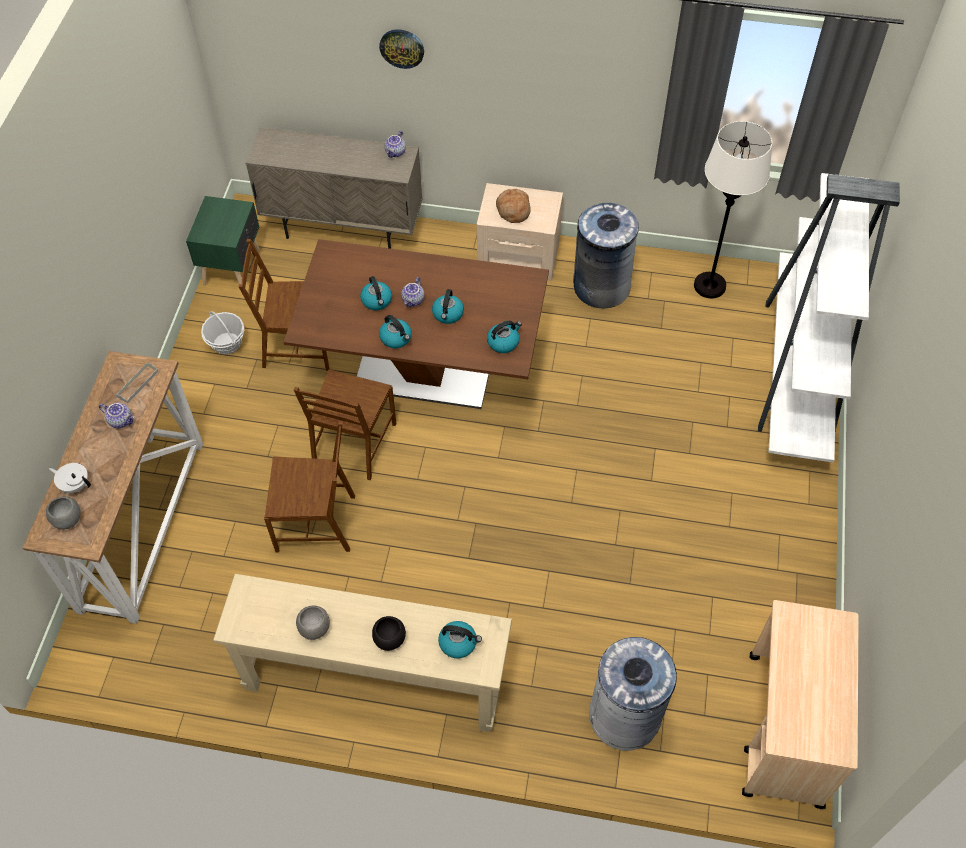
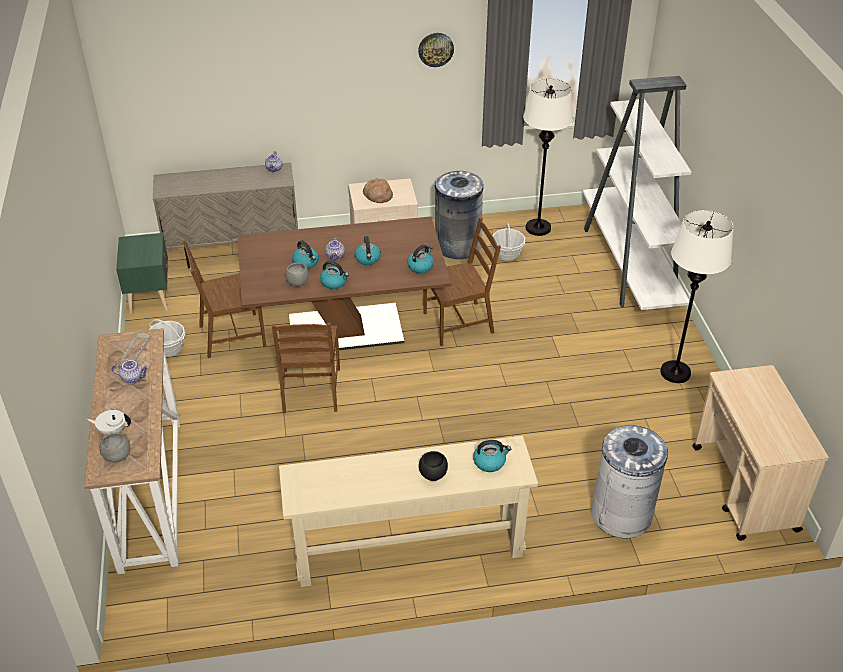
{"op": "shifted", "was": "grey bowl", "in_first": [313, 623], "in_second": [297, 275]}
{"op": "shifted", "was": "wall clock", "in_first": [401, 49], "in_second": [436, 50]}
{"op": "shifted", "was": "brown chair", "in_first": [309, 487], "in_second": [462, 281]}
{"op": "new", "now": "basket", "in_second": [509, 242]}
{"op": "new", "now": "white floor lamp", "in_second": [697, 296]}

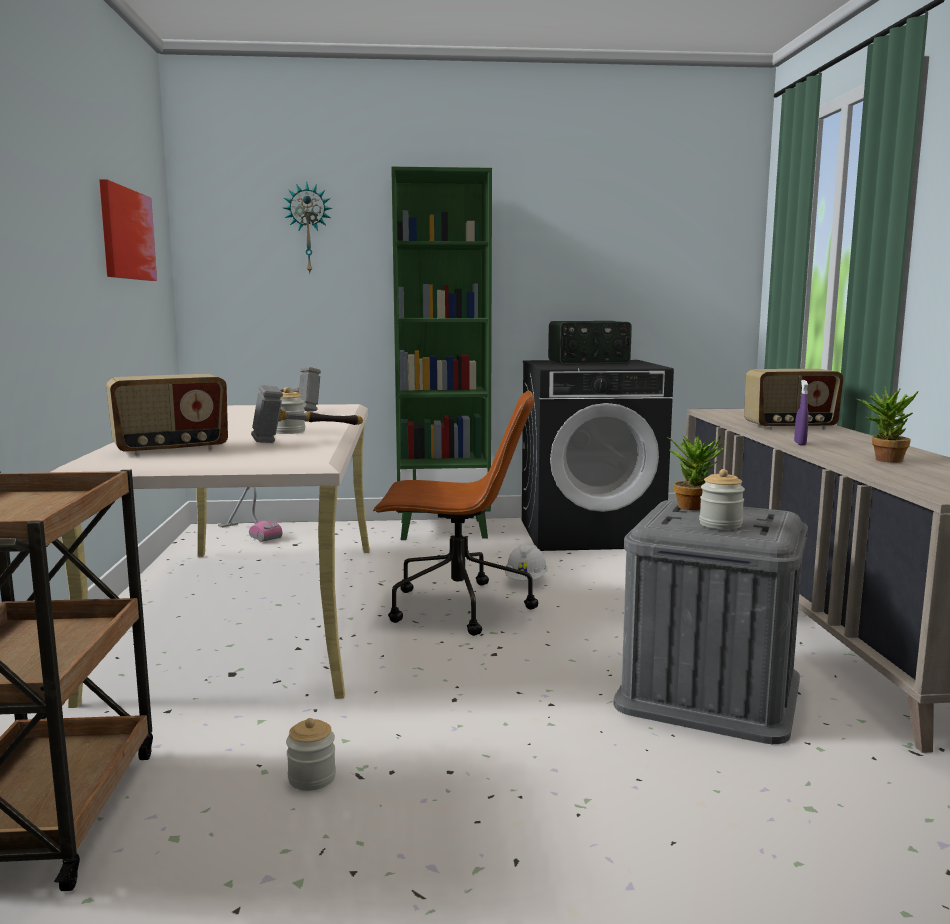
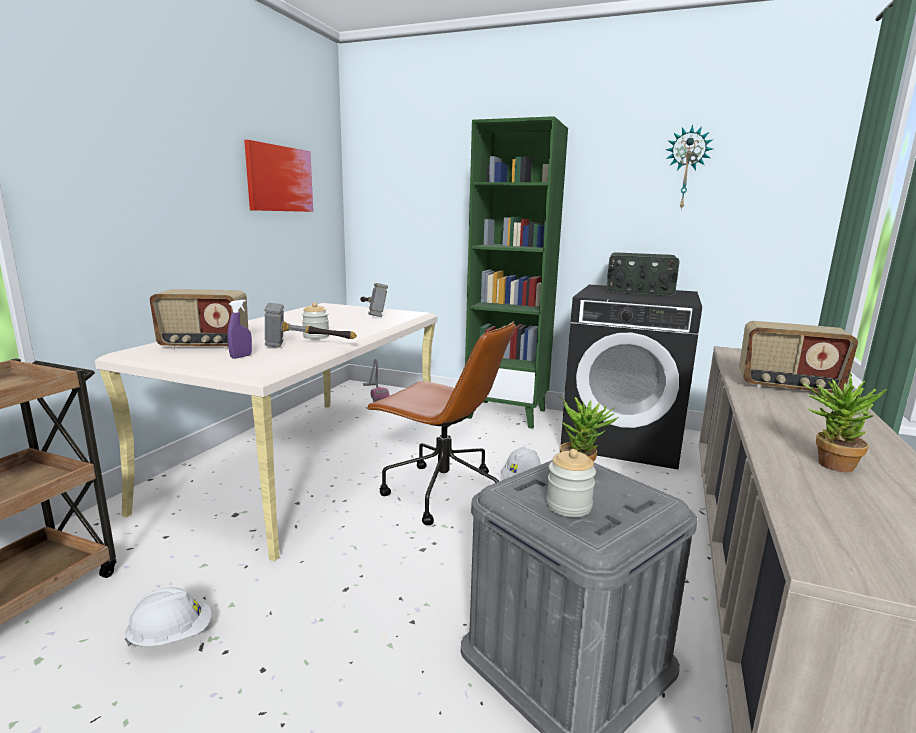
{"op": "swapped", "was": "jar", "now": "white hard hat", "in_first": [311, 754], "in_second": [168, 617]}
{"op": "shifted", "was": "purple spray bottle", "in_first": [801, 413], "in_second": [239, 329]}
{"op": "shifted", "was": "wall clock", "in_first": [308, 227], "in_second": [689, 167]}

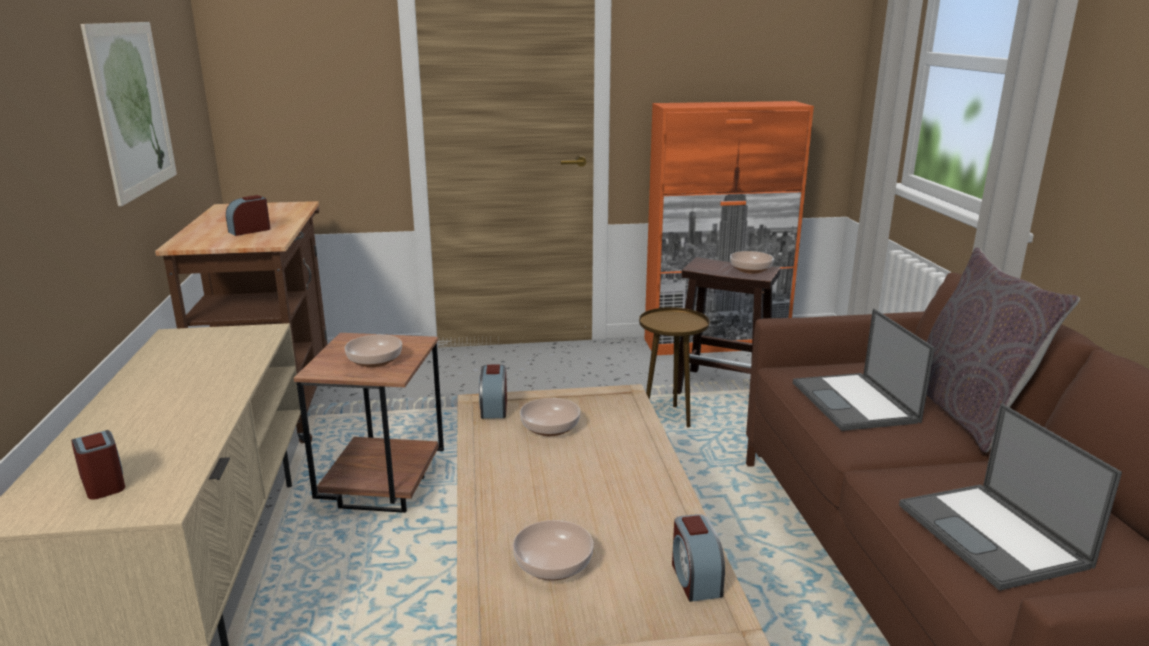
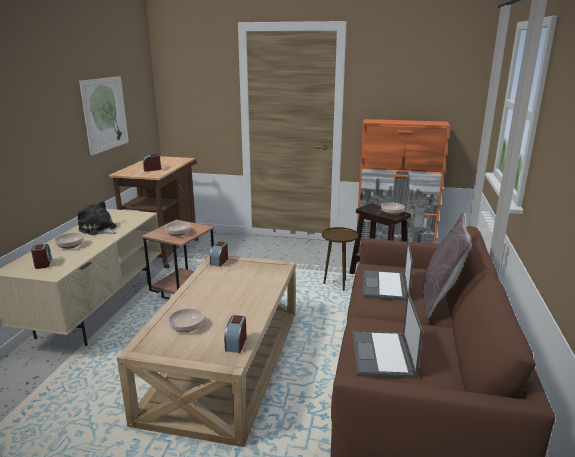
{"op": "shifted", "was": "bowl", "in_first": [550, 417], "in_second": [69, 241]}
{"op": "new", "now": "plush toy", "in_second": [97, 218]}

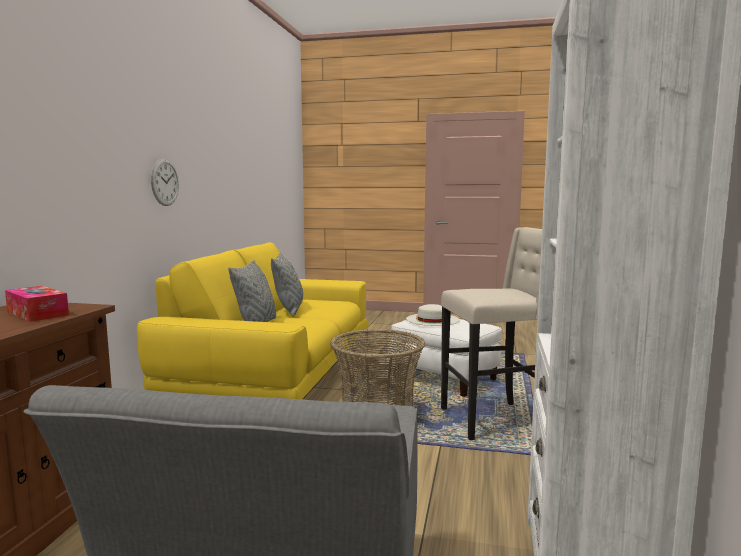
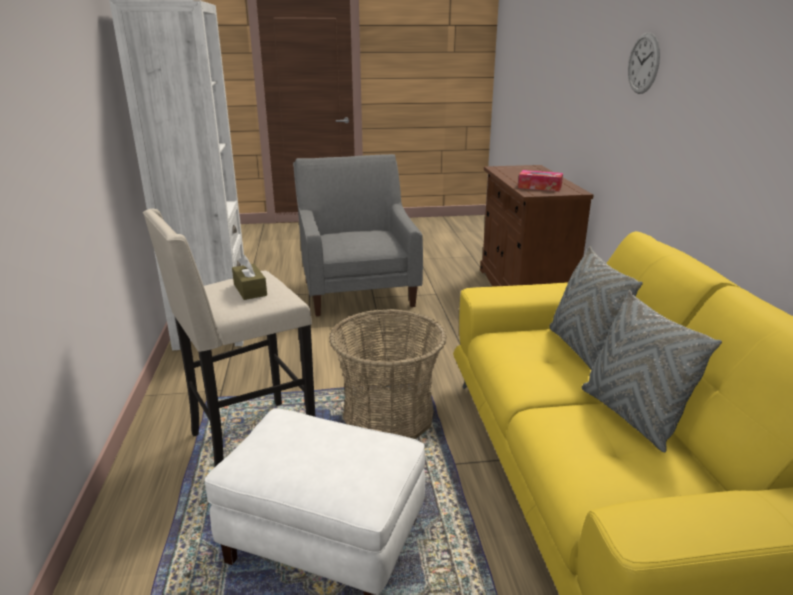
{"op": "new", "now": "brown tissue box", "in_second": [249, 277]}
{"op": "shifted", "was": "wall clock", "in_first": [165, 182], "in_second": [644, 63]}
{"op": "gone", "was": "white hat", "in_first": [433, 315]}

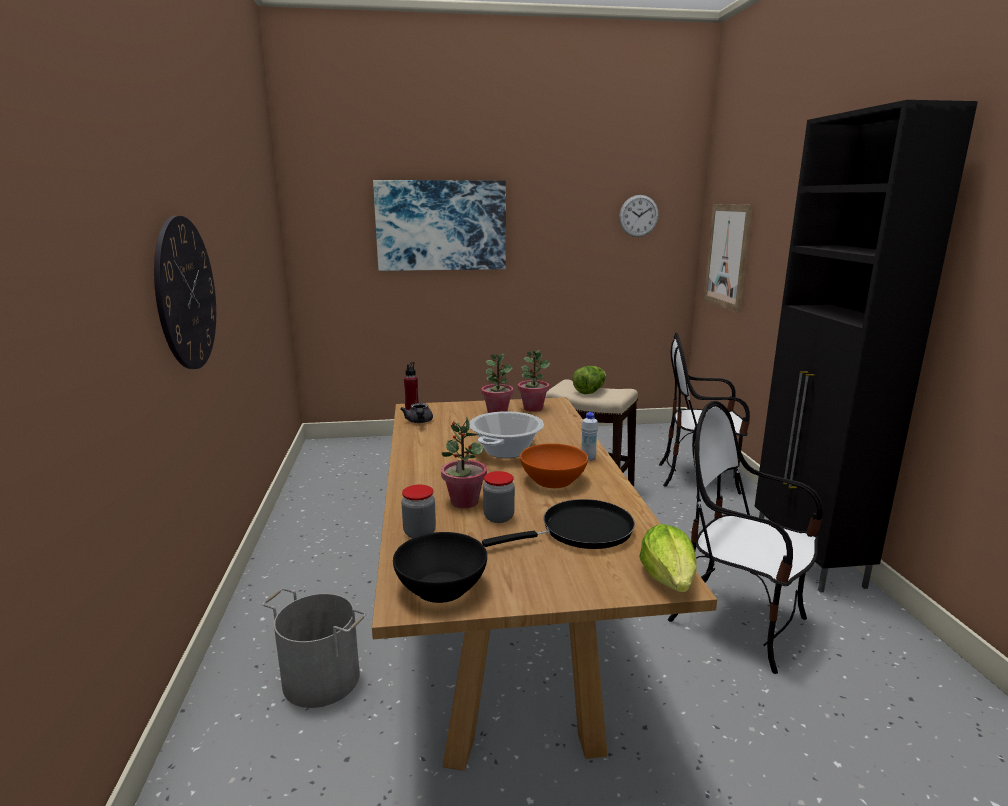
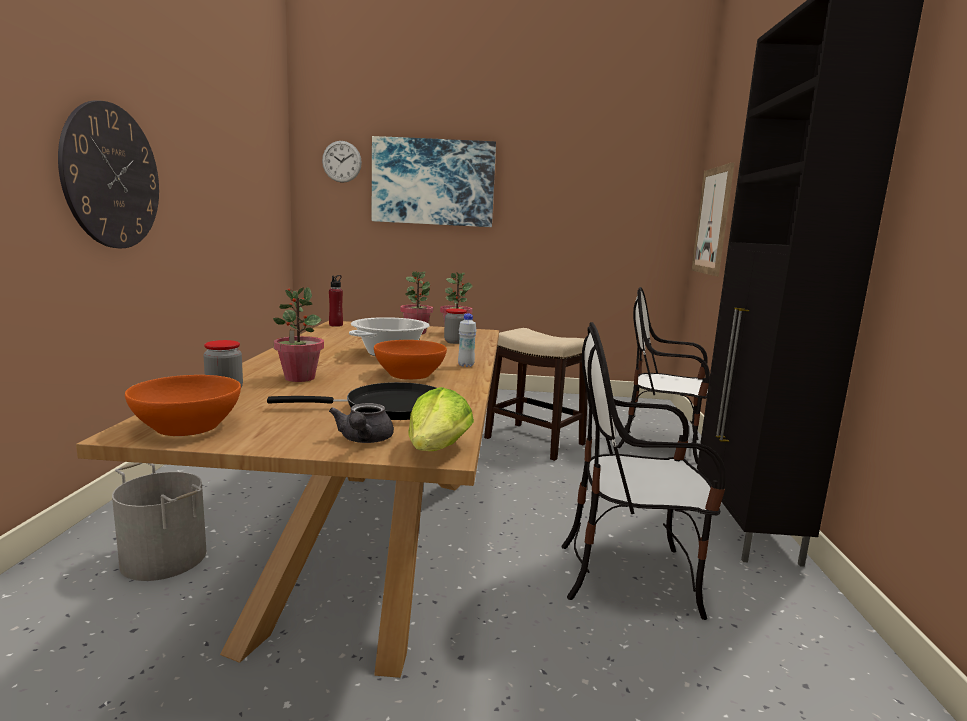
{"op": "repainted", "was": "black bowl", "now": "orange bowl", "in_first": [440, 567], "in_second": [183, 405]}
{"op": "shifted", "was": "wall clock", "in_first": [639, 216], "in_second": [342, 162]}
{"op": "shifted", "was": "grey teapot", "in_first": [416, 413], "in_second": [361, 423]}
{"op": "shifted", "was": "jar", "in_first": [499, 497], "in_second": [455, 326]}
{"op": "rotated", "was": "chair", "in_first": [745, 537], "in_second": [643, 471], "clockwise": -45}
{"op": "gone", "was": "lettuce", "in_first": [589, 380]}

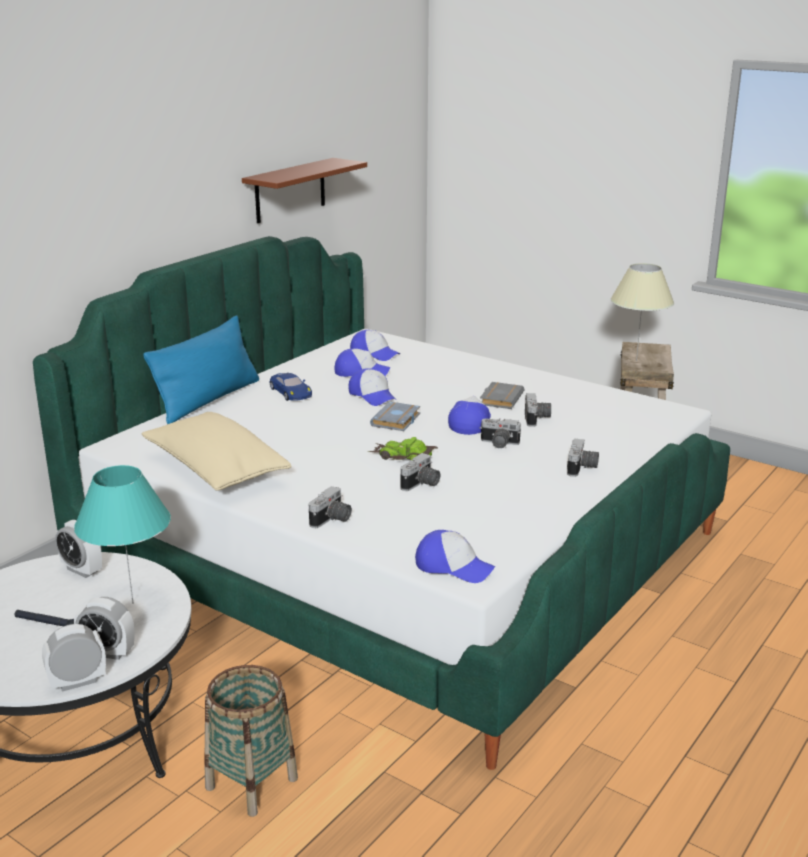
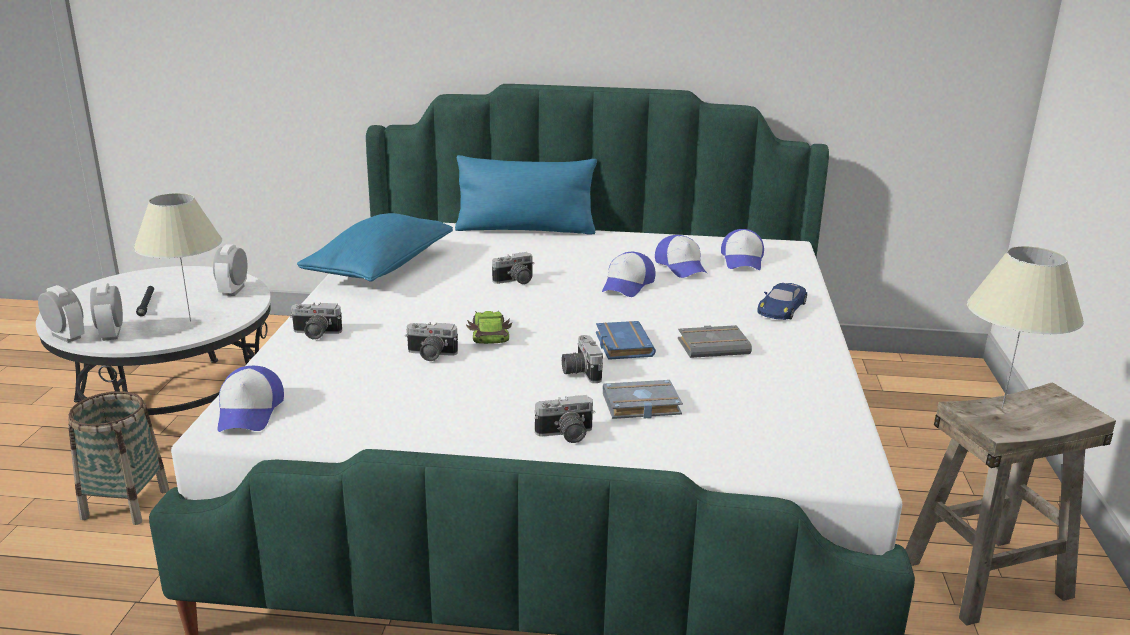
{"op": "repainted", "was": "turquoise table lamp", "now": "beige table lamp", "in_first": [122, 534], "in_second": [177, 257]}
{"op": "repainted", "was": "beige pillow", "now": "blue pillow", "in_first": [217, 451], "in_second": [375, 247]}
{"op": "shifted", "was": "photo camera", "in_first": [538, 410], "in_second": [513, 268]}
{"op": "swapped", "was": "cap", "now": "blue book", "in_first": [469, 415], "in_second": [626, 340]}
{"op": "shifted", "was": "grey book", "in_first": [395, 416], "in_second": [643, 399]}
{"op": "shifted", "was": "blue toy car", "in_first": [290, 387], "in_second": [782, 301]}
{"op": "gone", "was": "brown shelf", "in_first": [304, 190]}

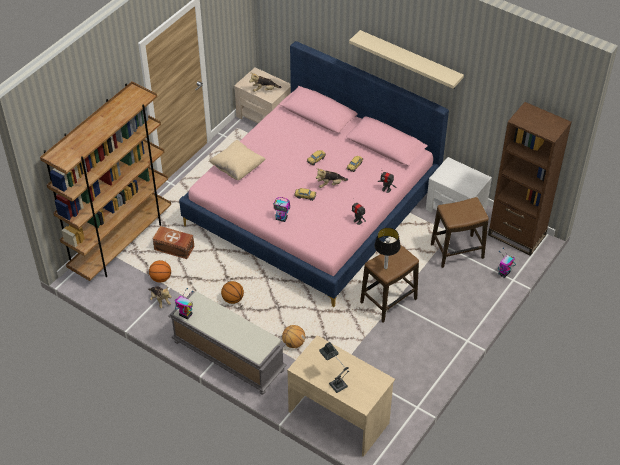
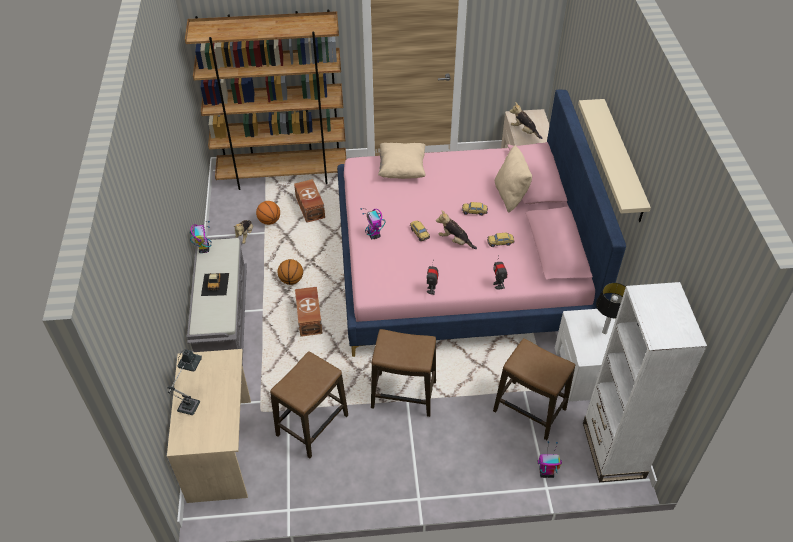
{"op": "new", "now": "toy car", "in_second": [215, 284]}
{"op": "new", "now": "stool", "in_second": [309, 405]}
{"op": "new", "now": "brown storage box", "in_second": [309, 312]}
{"op": "new", "now": "beige pillow", "in_second": [513, 179]}
{"op": "repainted", "was": "brown bookcase", "now": "white bookcase", "in_first": [530, 179], "in_second": [645, 382]}
{"op": "shifted", "was": "table lamp", "in_first": [387, 248], "in_second": [611, 308]}
{"op": "gone", "was": "basketball", "in_first": [293, 336]}

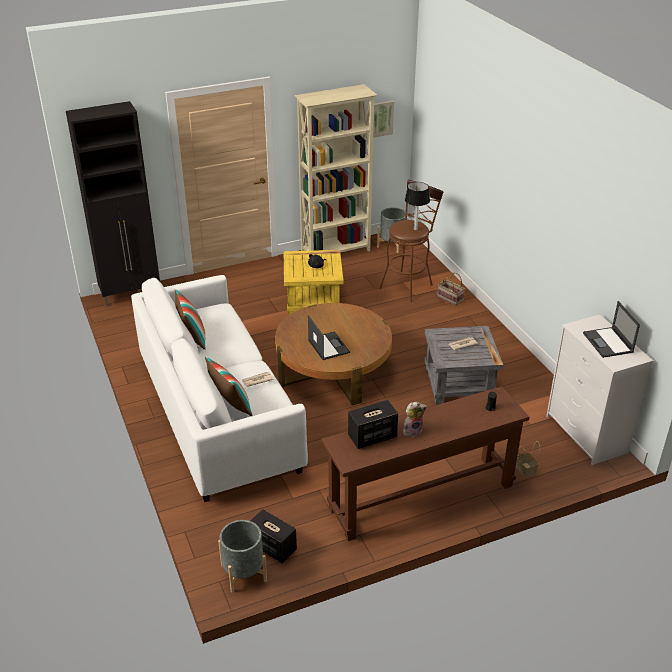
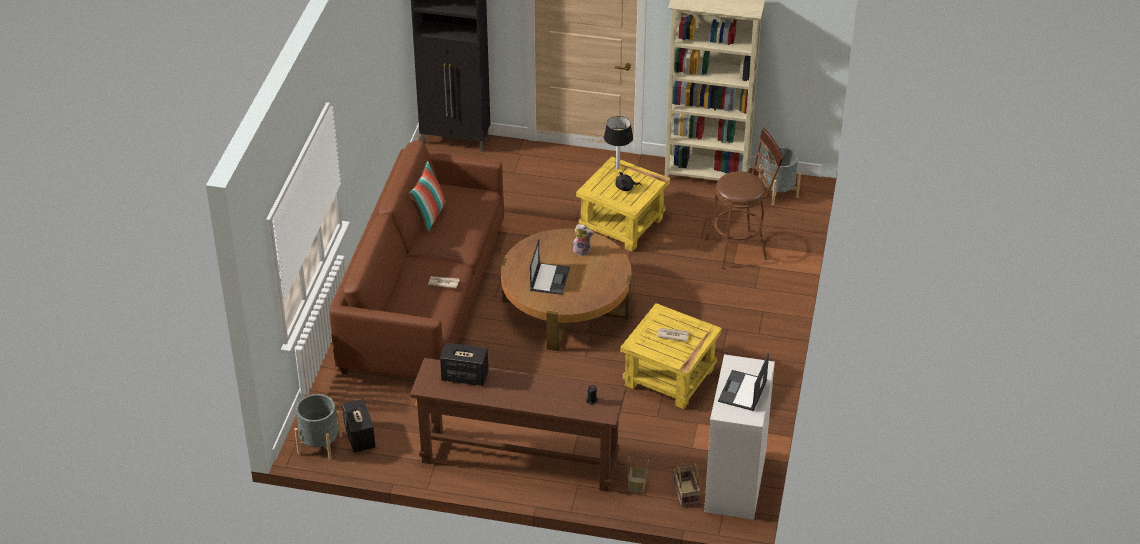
{"op": "repainted", "was": "white sofa", "now": "brown sofa", "in_first": [219, 388], "in_second": [416, 260]}
{"op": "shifted", "was": "plush toy", "in_first": [415, 419], "in_second": [583, 240]}
{"op": "shifted", "was": "table lamp", "in_first": [417, 206], "in_second": [618, 142]}
{"op": "repainted", "was": "grey side table", "now": "yellow side table", "in_first": [463, 365], "in_second": [671, 356]}
{"op": "shifted", "was": "basket", "in_first": [451, 288], "in_second": [687, 484]}
{"op": "gone", "was": "pillow", "in_first": [228, 386]}
{"op": "gone", "was": "picture", "in_first": [383, 119]}

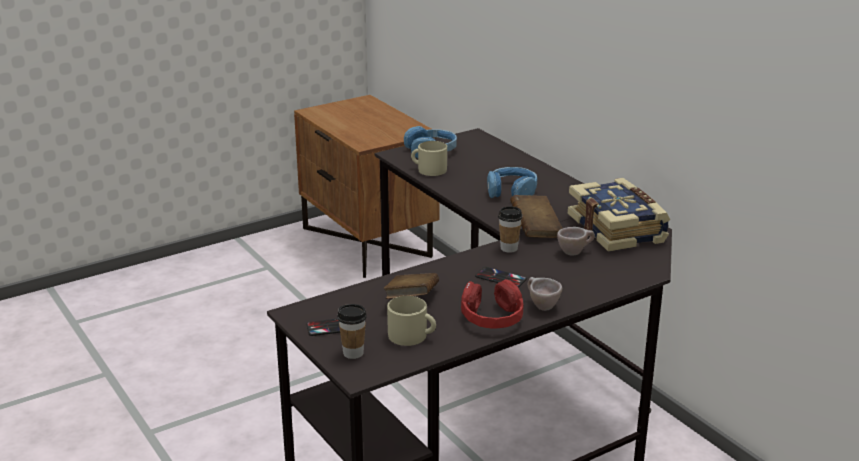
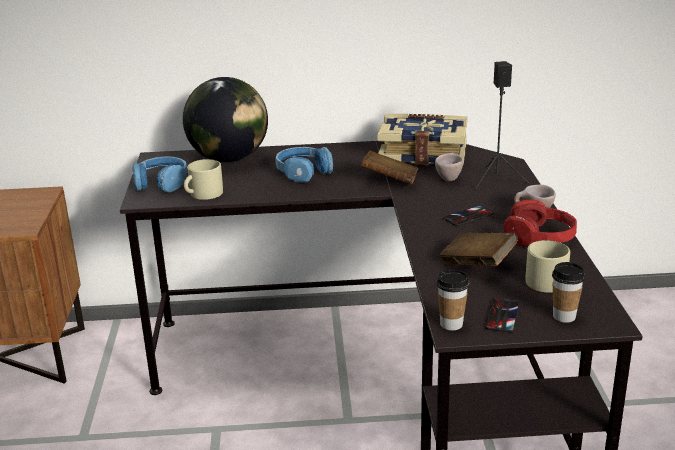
{"op": "new", "now": "globe", "in_second": [225, 119]}
{"op": "shifted", "was": "cup", "in_first": [510, 229], "in_second": [453, 300]}
{"op": "new", "now": "black speaker", "in_second": [502, 125]}

